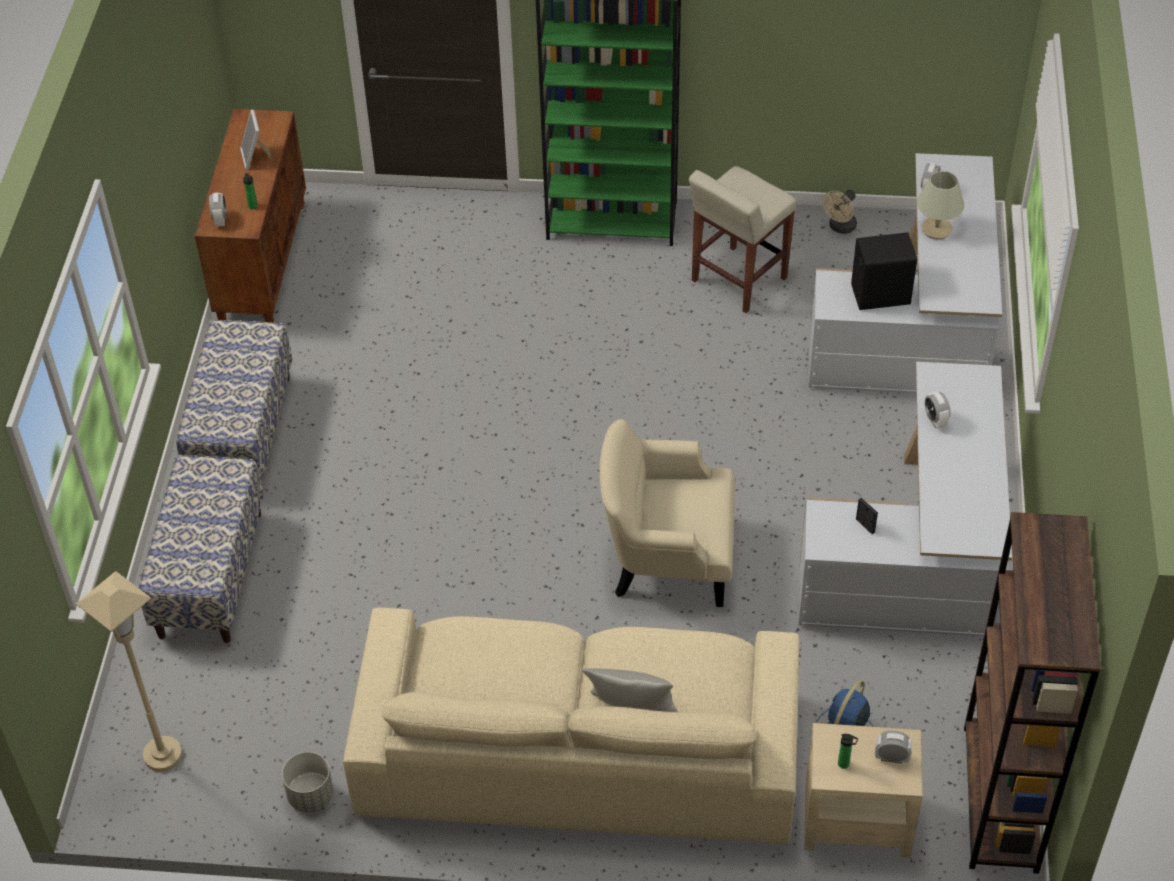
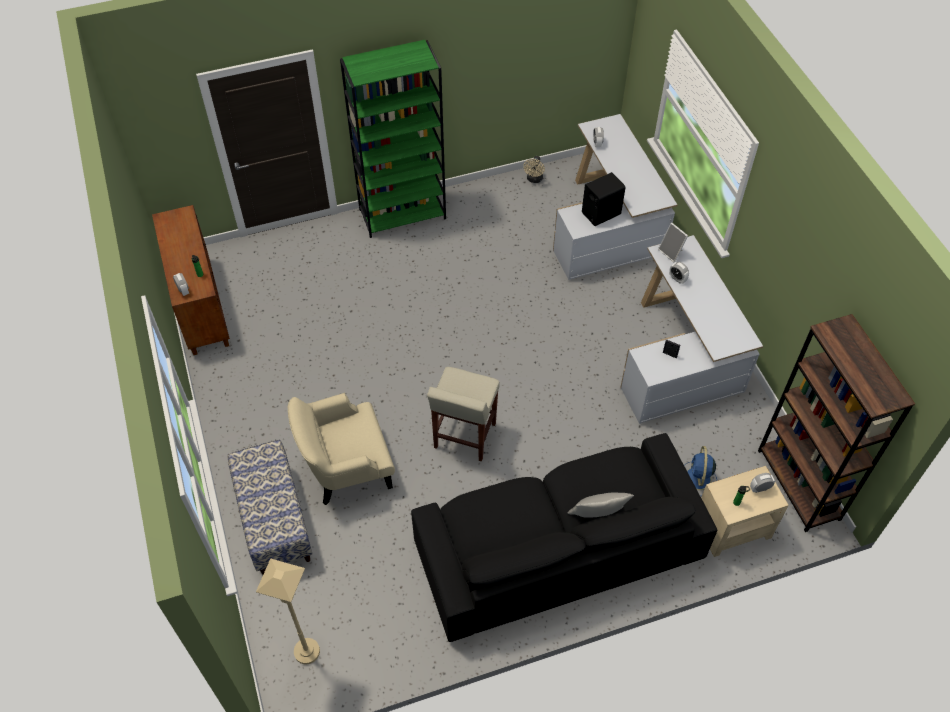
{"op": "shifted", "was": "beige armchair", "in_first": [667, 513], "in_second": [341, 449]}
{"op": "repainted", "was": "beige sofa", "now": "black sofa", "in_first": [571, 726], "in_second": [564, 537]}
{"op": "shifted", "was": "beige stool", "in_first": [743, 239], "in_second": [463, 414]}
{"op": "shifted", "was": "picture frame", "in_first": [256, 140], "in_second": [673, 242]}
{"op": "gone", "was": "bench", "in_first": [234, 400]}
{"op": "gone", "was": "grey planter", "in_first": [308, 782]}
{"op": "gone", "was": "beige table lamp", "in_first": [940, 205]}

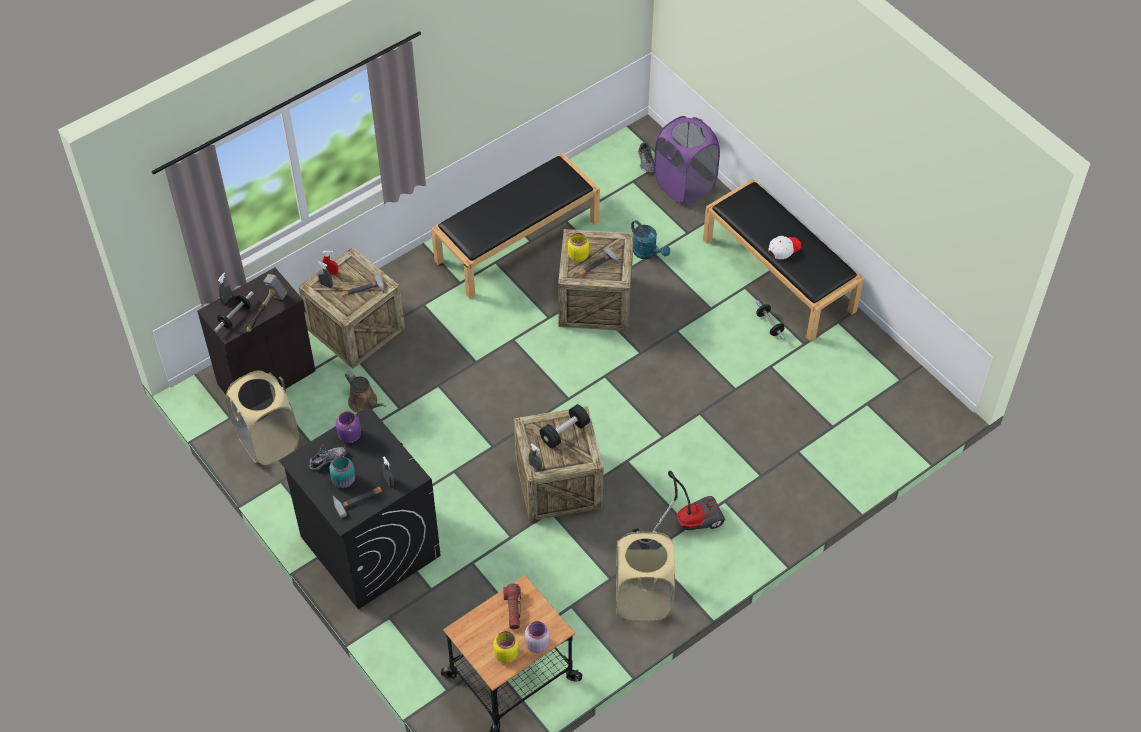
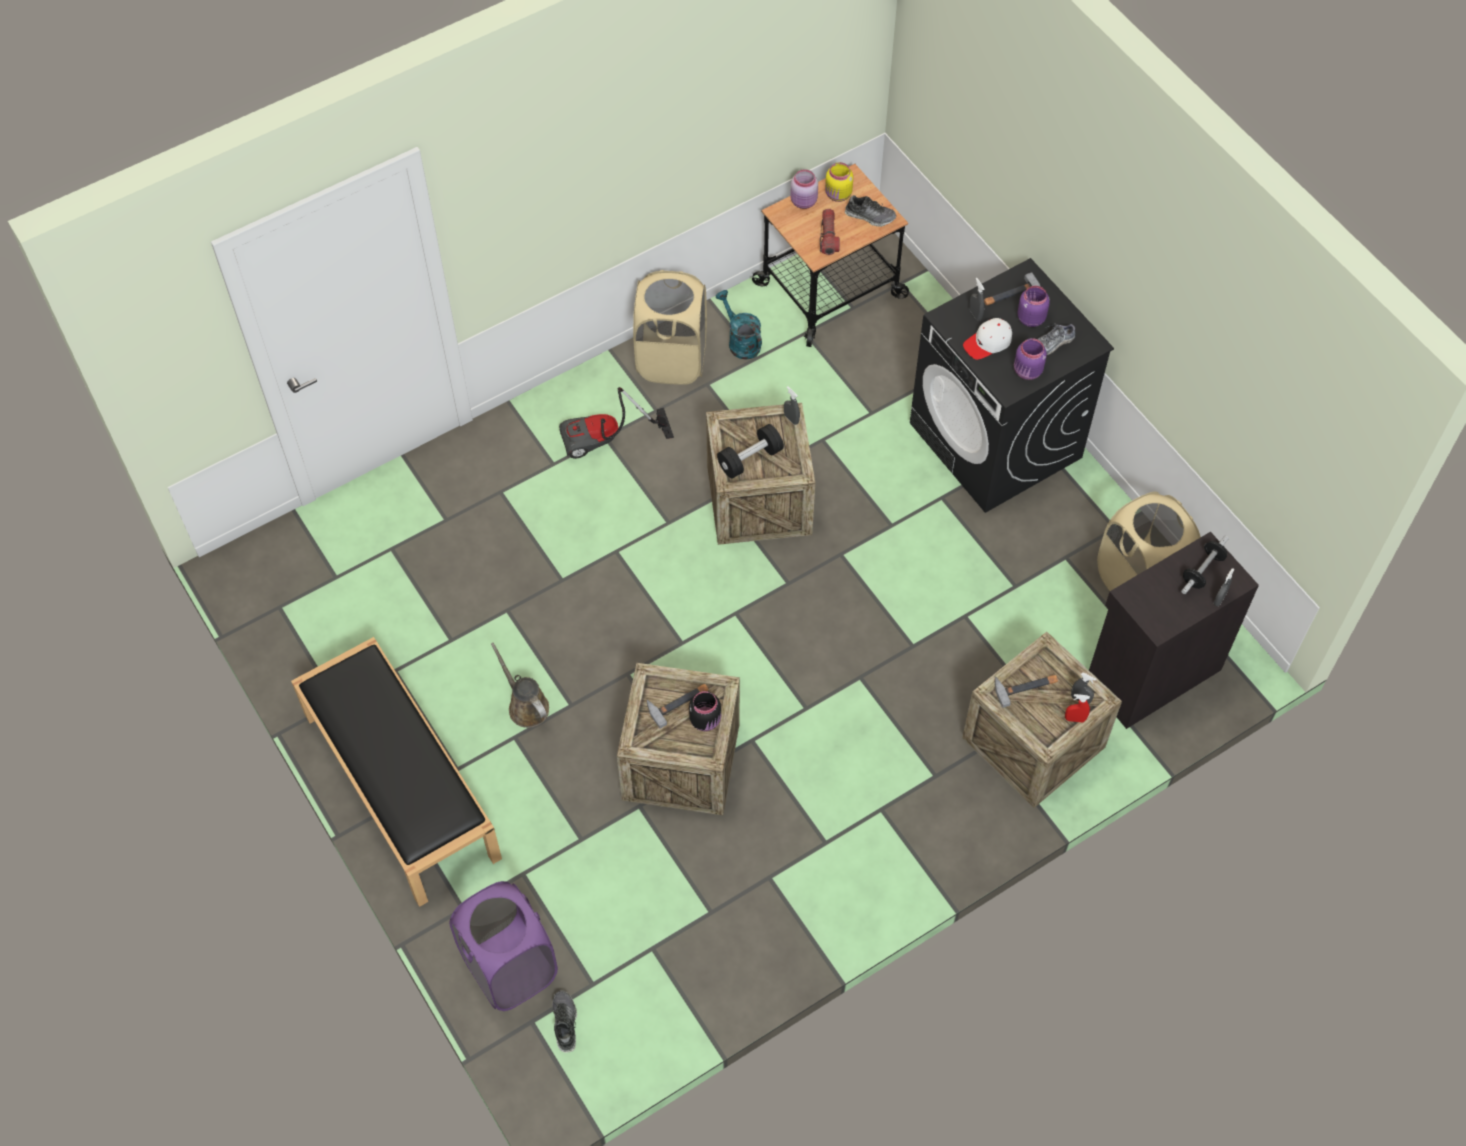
{"op": "shifted", "was": "brown watering can", "in_first": [365, 392], "in_second": [520, 685]}
{"op": "repainted", "was": "yellow jar", "now": "black jar", "in_first": [578, 247], "in_second": [705, 711]}
{"op": "shifted", "was": "turquoise watering can", "in_first": [650, 239], "in_second": [739, 325]}
{"op": "new", "now": "shoe", "in_second": [870, 211]}
{"op": "shifted", "was": "white cap", "in_first": [785, 247], "in_second": [987, 339]}
{"op": "repainted", "was": "turquoise jar", "now": "purple jar", "in_first": [342, 472], "in_second": [1033, 306]}
{"op": "gone", "was": "hammer", "in_first": [267, 303]}
{"op": "gone", "was": "black bench", "in_first": [515, 226]}
{"op": "gone", "was": "dumbbell", "in_first": [770, 320]}

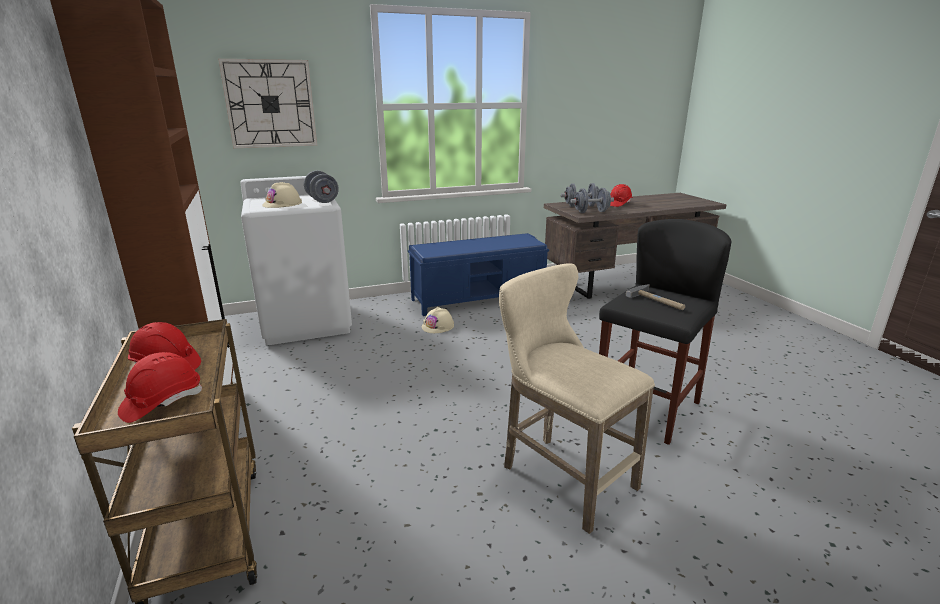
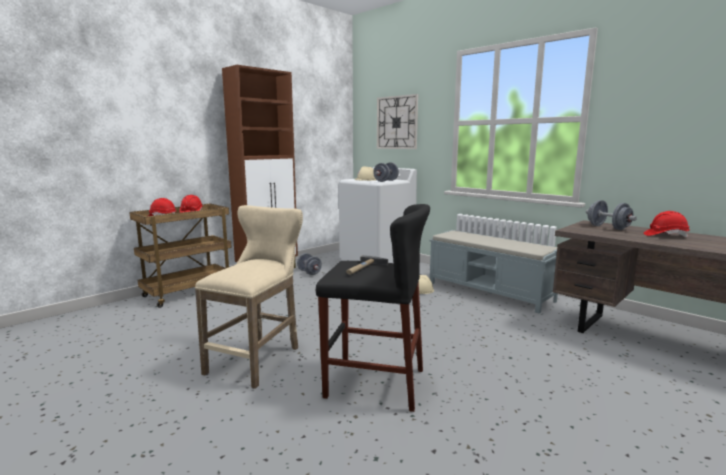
{"op": "shifted", "was": "grey dumbbell", "in_first": [592, 200], "in_second": [309, 264]}
{"op": "repainted", "was": "blue bench", "now": "grey bench", "in_first": [478, 274], "in_second": [494, 271]}

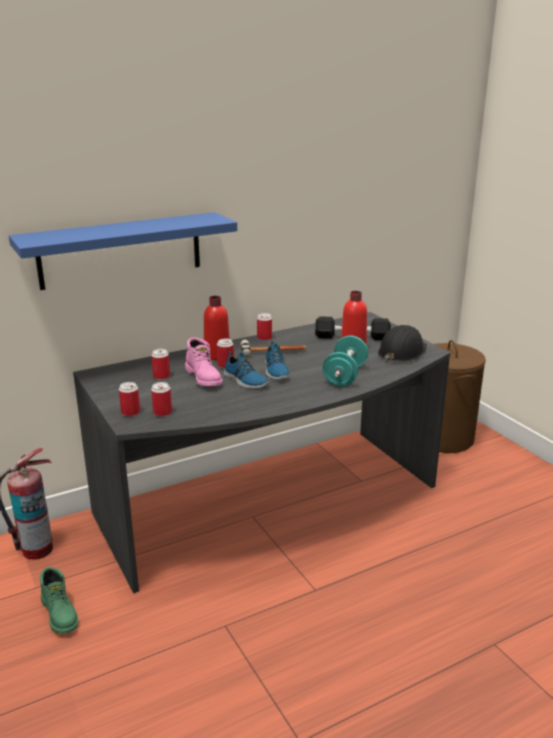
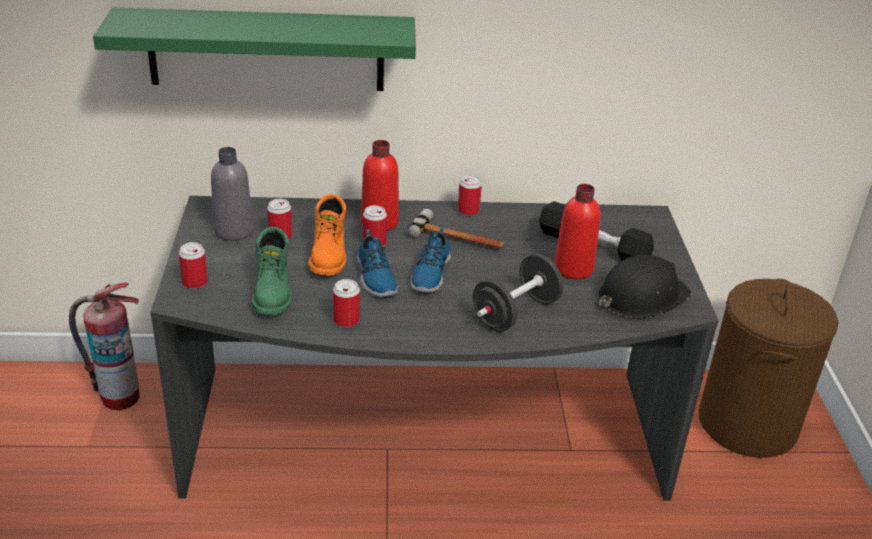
{"op": "repainted", "was": "blue shelf", "now": "green shelf", "in_first": [123, 251], "in_second": [254, 49]}
{"op": "new", "now": "grey bottle", "in_second": [232, 194]}
{"op": "shifted", "was": "green boot", "in_first": [59, 600], "in_second": [272, 271]}
{"op": "repainted", "was": "pink boot", "now": "orange boot", "in_first": [203, 362], "in_second": [327, 235]}
{"op": "shifted", "was": "can", "in_first": [161, 399], "in_second": [346, 303]}
{"op": "repainted", "was": "turquoise dumbbell", "now": "black dumbbell", "in_first": [345, 361], "in_second": [518, 293]}

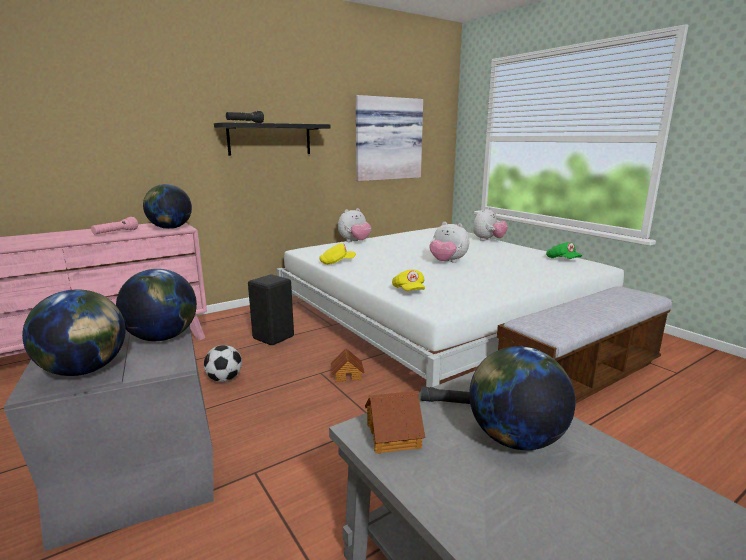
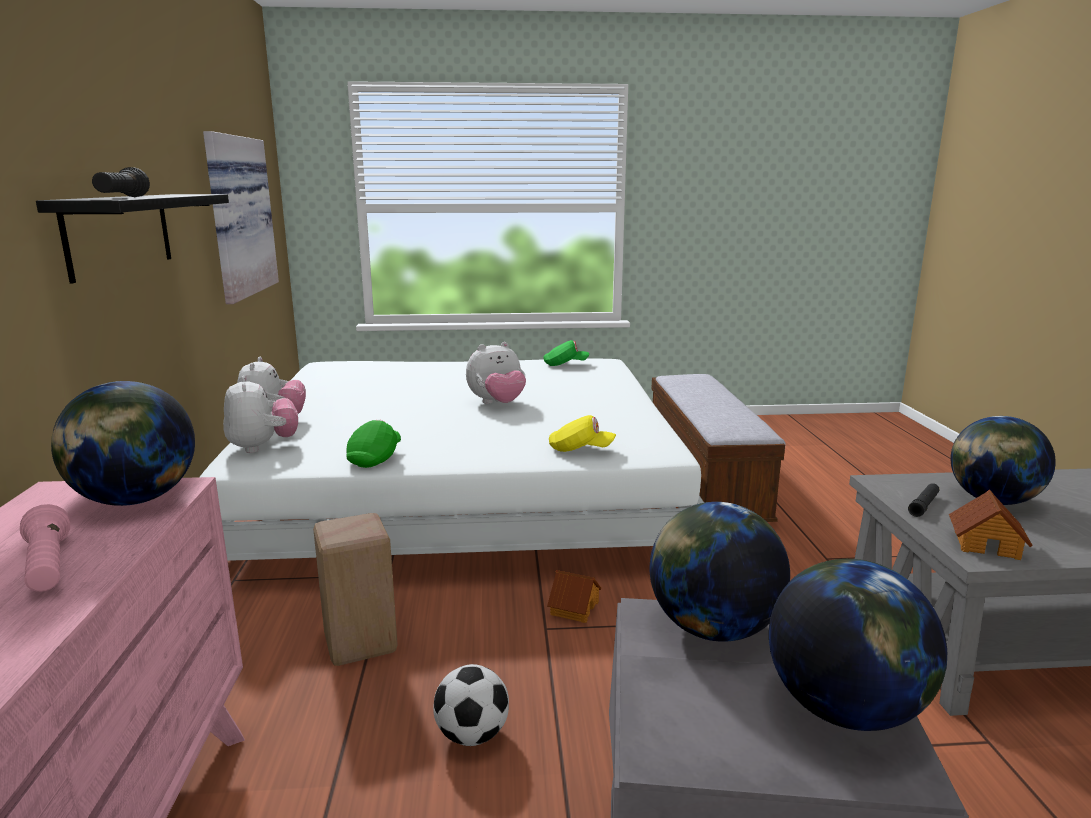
{"op": "shifted", "was": "plush toy", "in_first": [490, 224], "in_second": [260, 414]}
{"op": "repainted", "was": "black stool", "now": "beige stool", "in_first": [271, 309], "in_second": [355, 589]}
{"op": "repainted", "was": "yellow cap", "now": "green cap", "in_first": [337, 254], "in_second": [373, 444]}

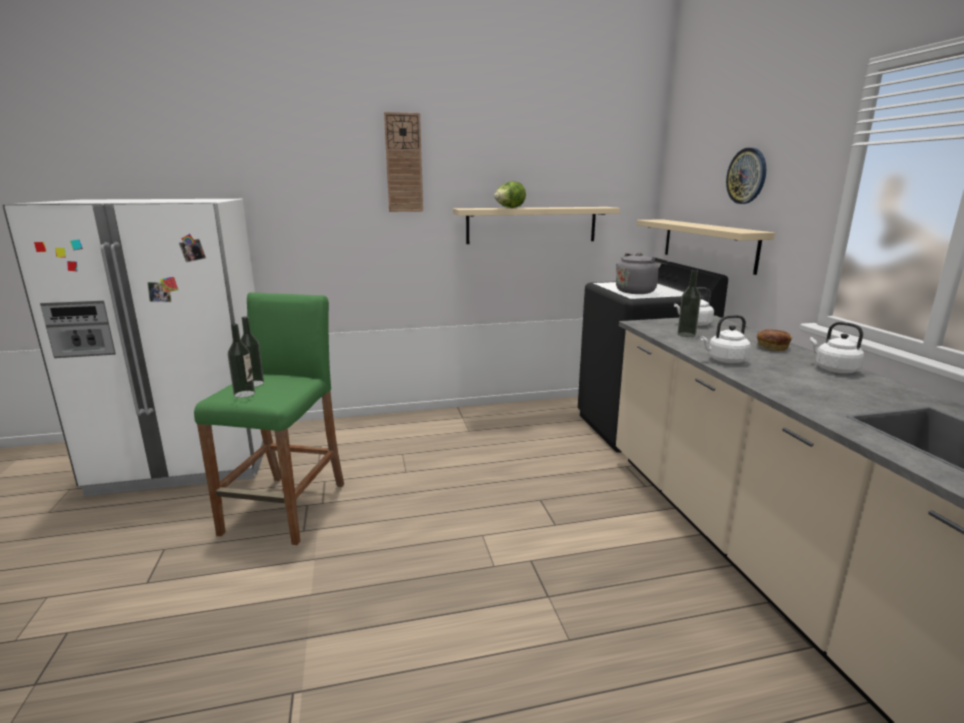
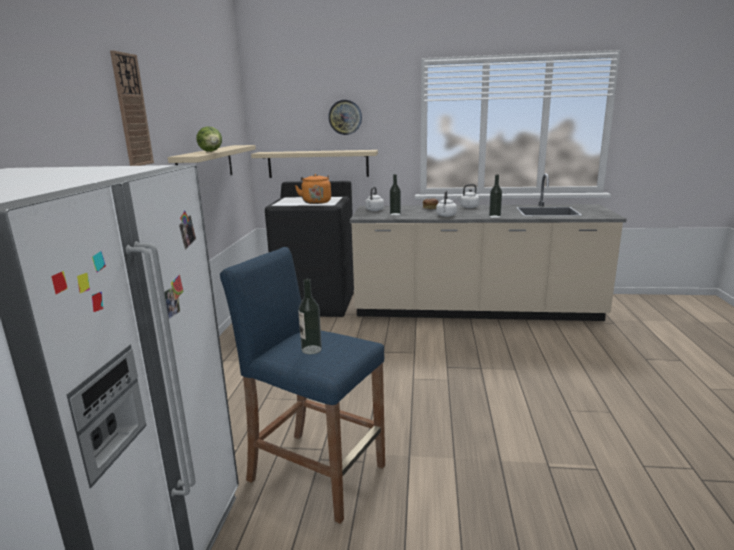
{"op": "repainted", "was": "green stool", "now": "blue stool", "in_first": [269, 418], "in_second": [302, 385]}
{"op": "repainted", "was": "grey kettle", "now": "orange kettle", "in_first": [642, 273], "in_second": [313, 189]}
{"op": "shifted", "was": "bottle", "in_first": [241, 361], "in_second": [495, 196]}

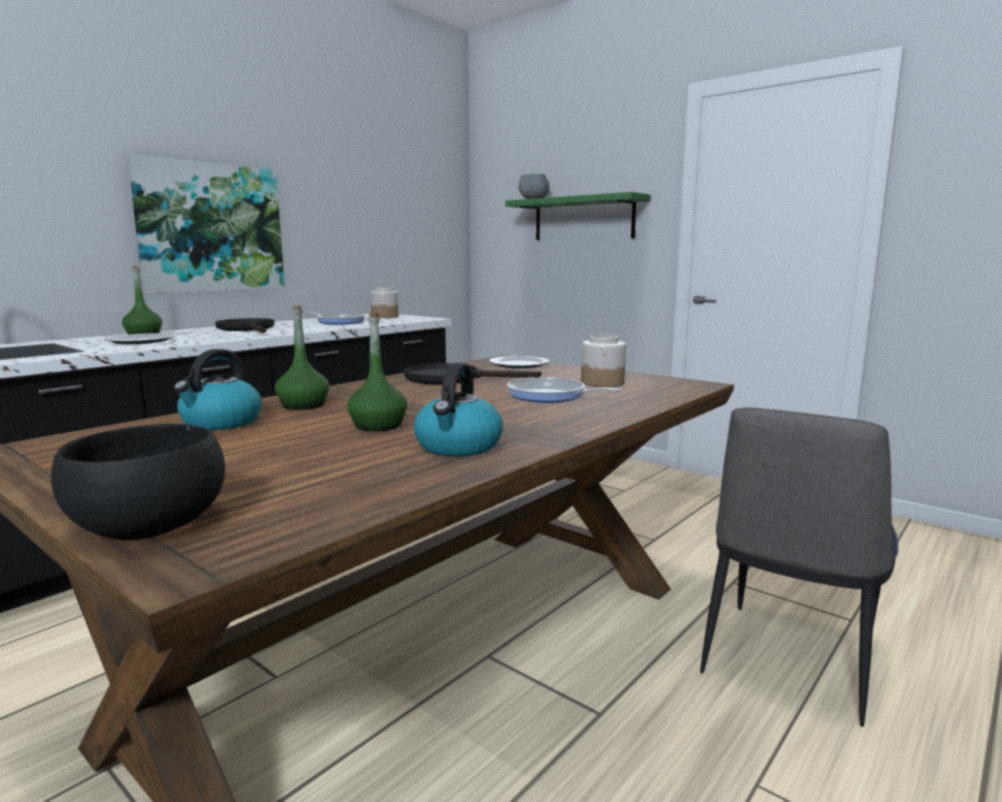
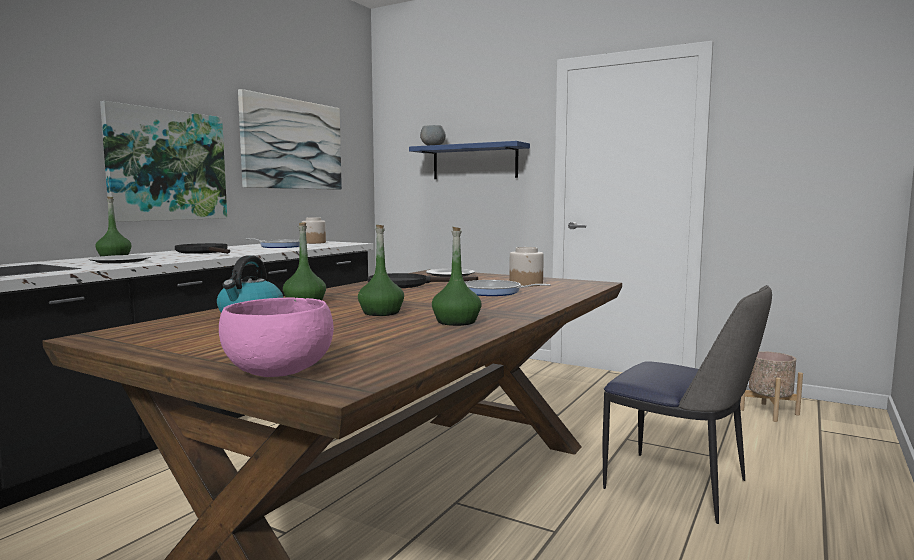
{"op": "repainted", "was": "black bowl", "now": "pink bowl", "in_first": [138, 482], "in_second": [276, 337]}
{"op": "new", "now": "picture", "in_second": [290, 139]}
{"op": "repainted", "was": "green shelf", "now": "blue shelf", "in_first": [577, 216], "in_second": [469, 160]}
{"op": "swapped", "was": "kettle", "now": "green bottle", "in_first": [458, 409], "in_second": [457, 276]}
{"op": "rotated", "was": "chair", "in_first": [799, 567], "in_second": [687, 404], "clockwise": -75}
{"op": "new", "now": "beige planter", "in_second": [771, 386]}

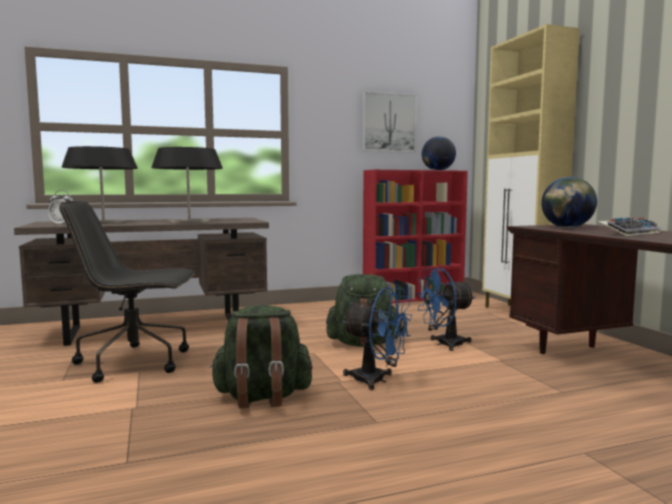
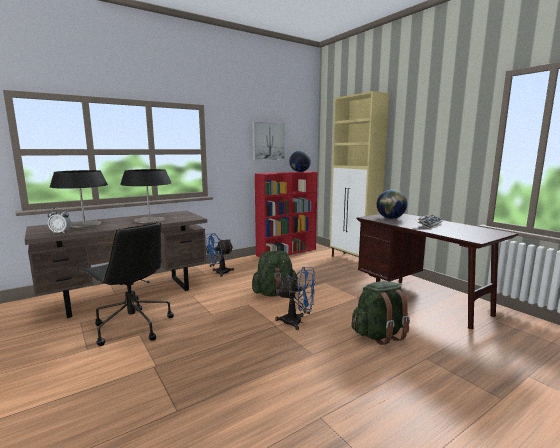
{"op": "rotated", "was": "black office chair", "in_first": [127, 292], "in_second": [128, 284], "clockwise": -120}
{"op": "shifted", "was": "blue fan", "in_first": [445, 309], "in_second": [219, 255]}
{"op": "shifted", "was": "green backpack", "in_first": [260, 357], "in_second": [381, 313]}

